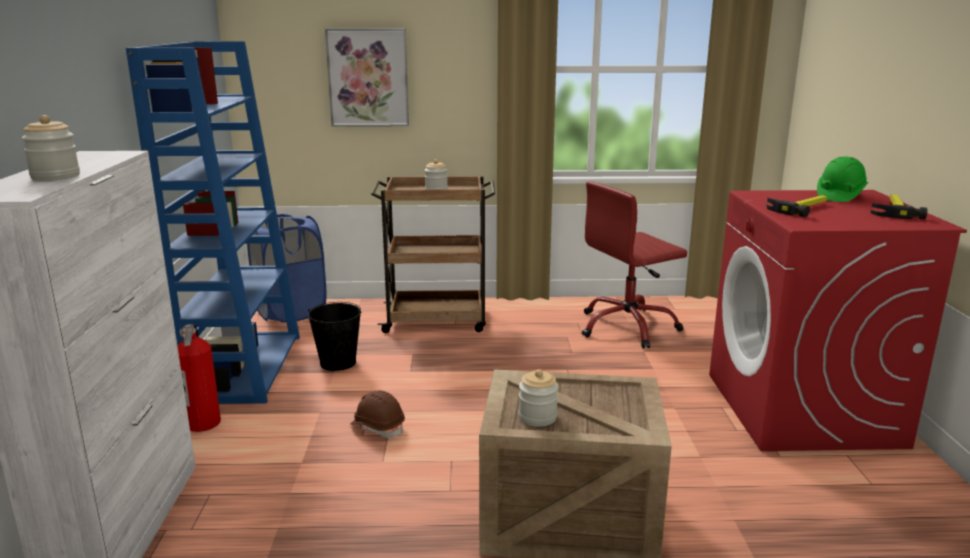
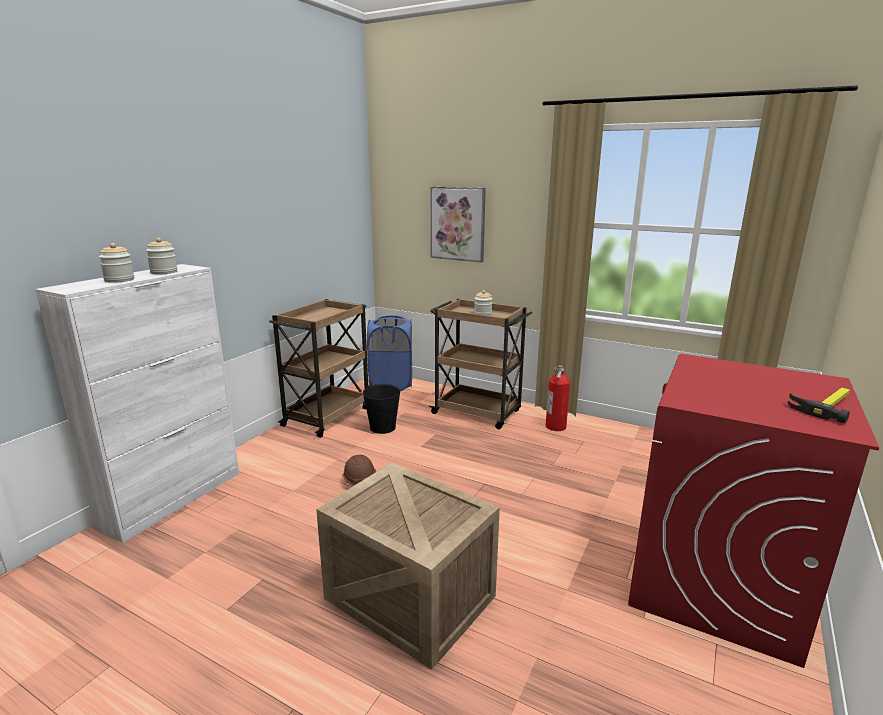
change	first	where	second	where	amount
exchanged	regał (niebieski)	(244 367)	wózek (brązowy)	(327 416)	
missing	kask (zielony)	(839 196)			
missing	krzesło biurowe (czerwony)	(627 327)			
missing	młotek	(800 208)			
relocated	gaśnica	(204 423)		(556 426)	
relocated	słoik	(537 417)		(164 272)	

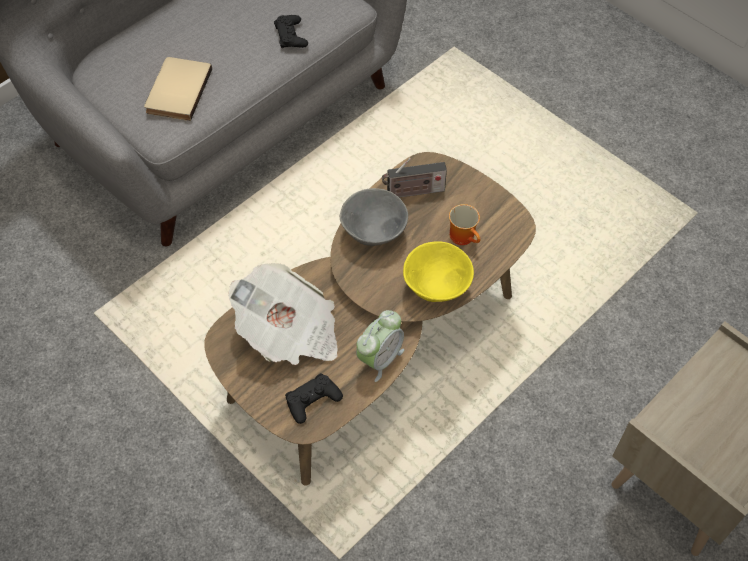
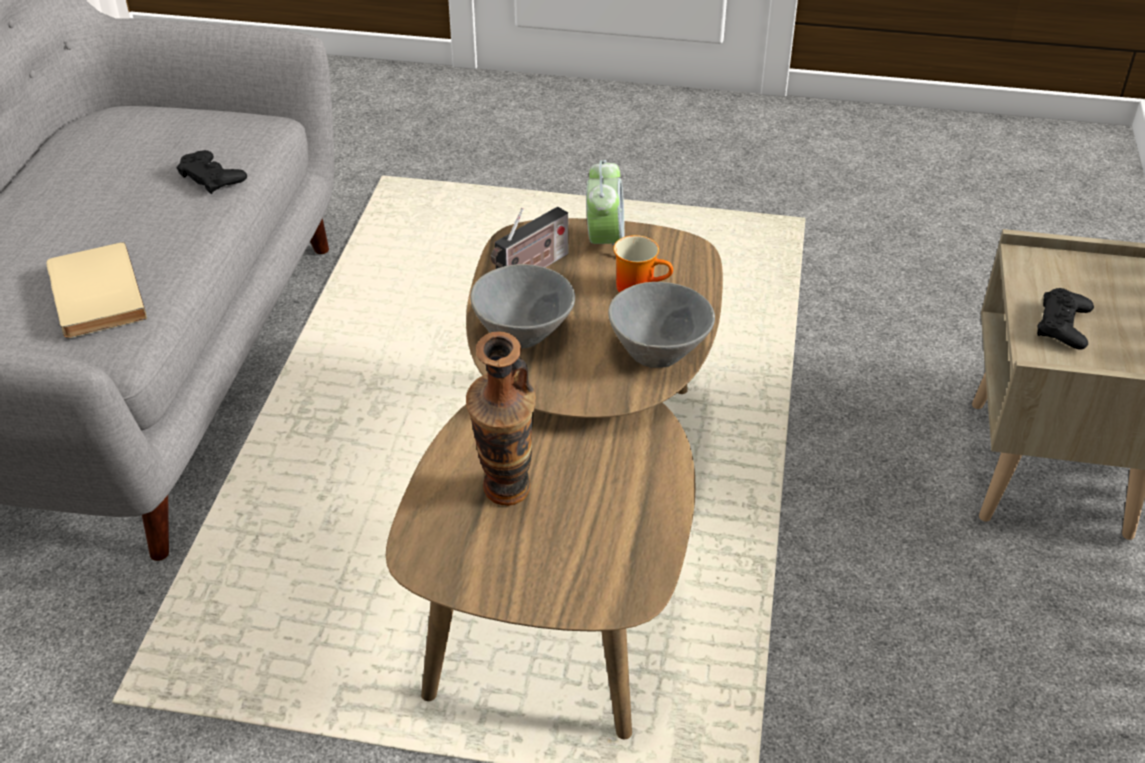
change	first	where	second	where	amount
colour	miska (żółty)	(437 289)	miska (szary)	(661 352)	
exchanged	gazeta	(289 332)	wazon	(506 502)	
relocated	budzik	(380 358)		(605 243)	
relocated	pad do gier (czarny)	(313 400)		(1063 325)	

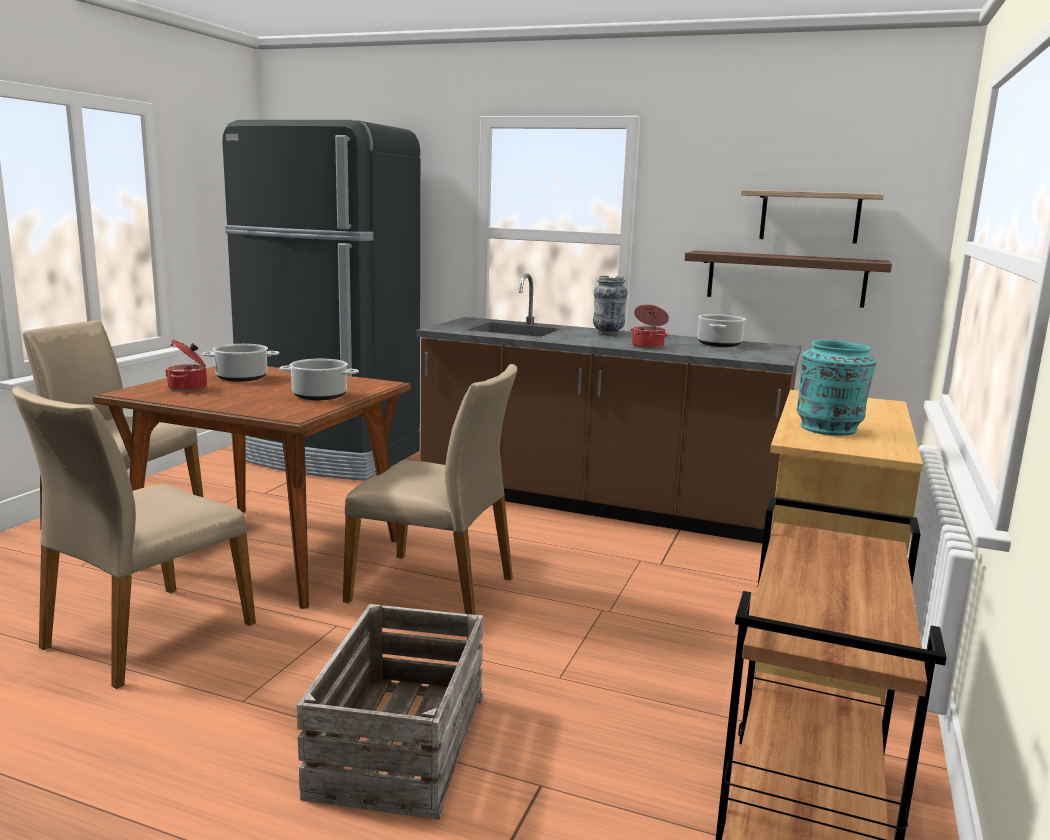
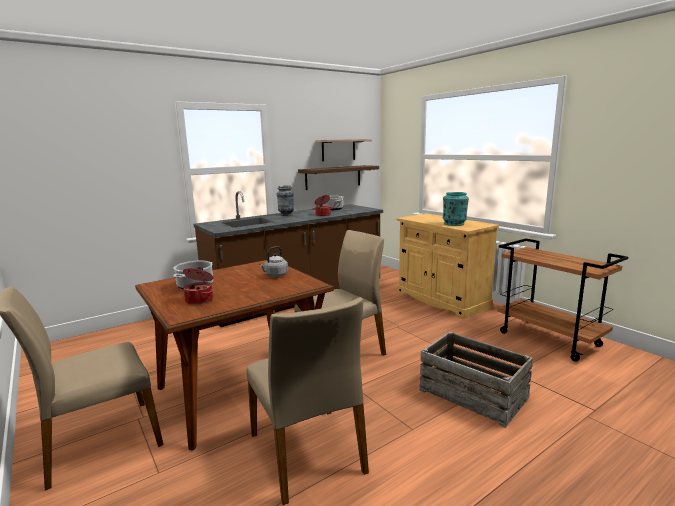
change	first	where	second	where	amount
missing	lodówka (czarny)	(330 457)			
exchanged	garnek	(319 396)	czajnik (szary)	(275 275)	

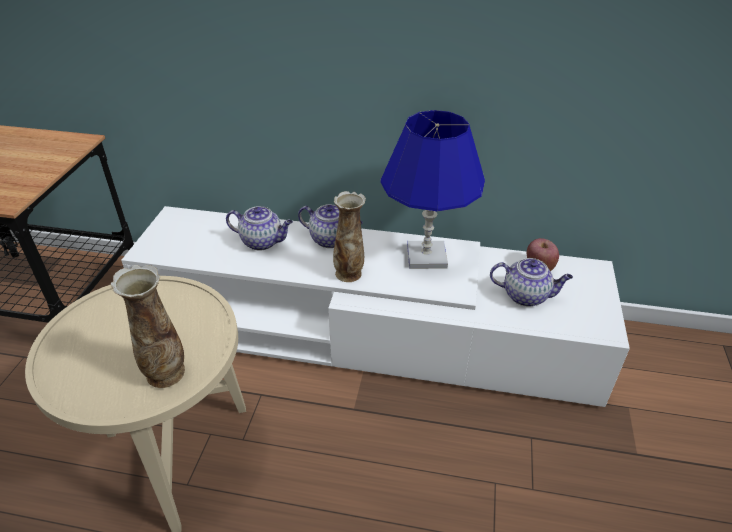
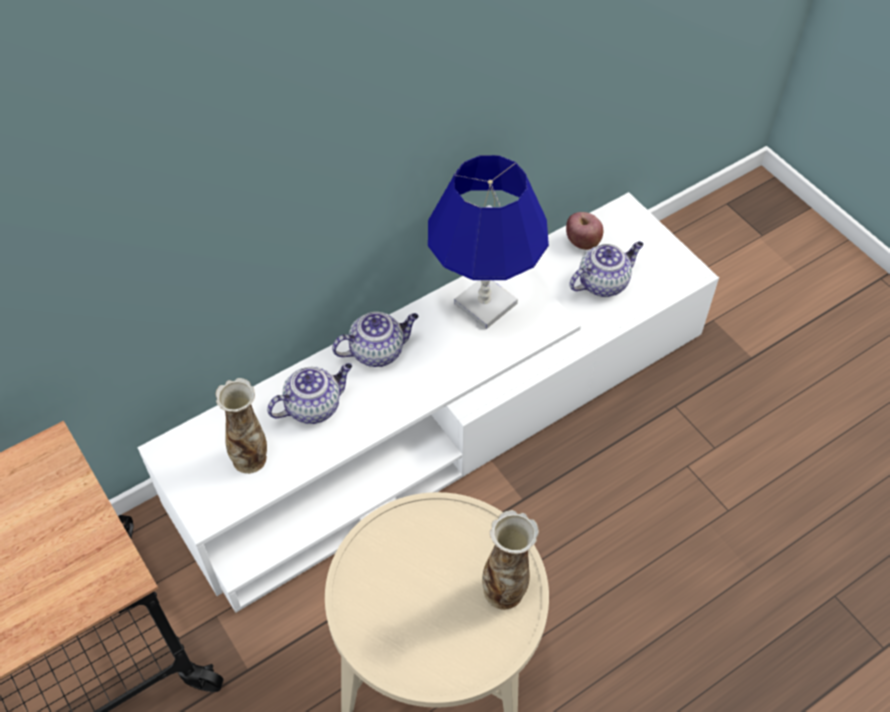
change	first	where	second	where	amount
relocated	wazon	(349 274)		(250 458)	

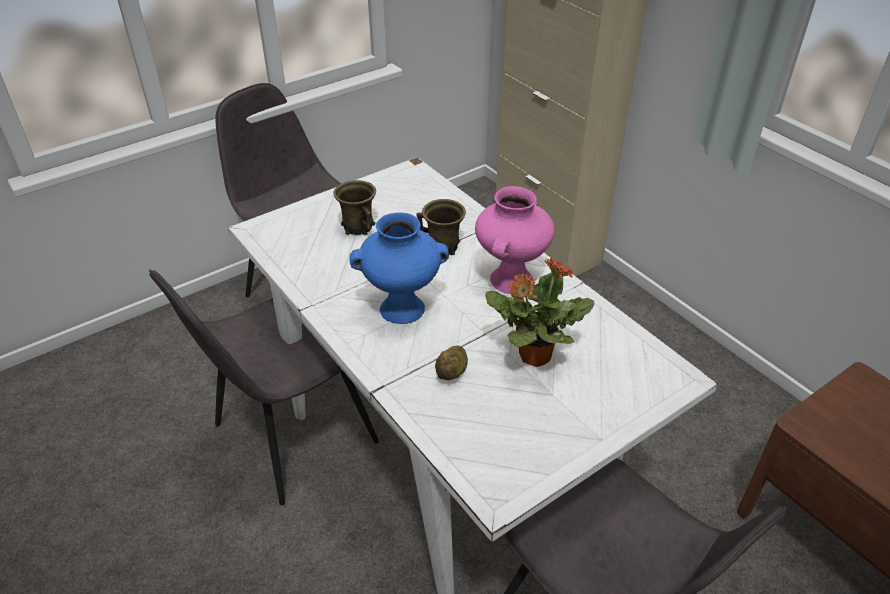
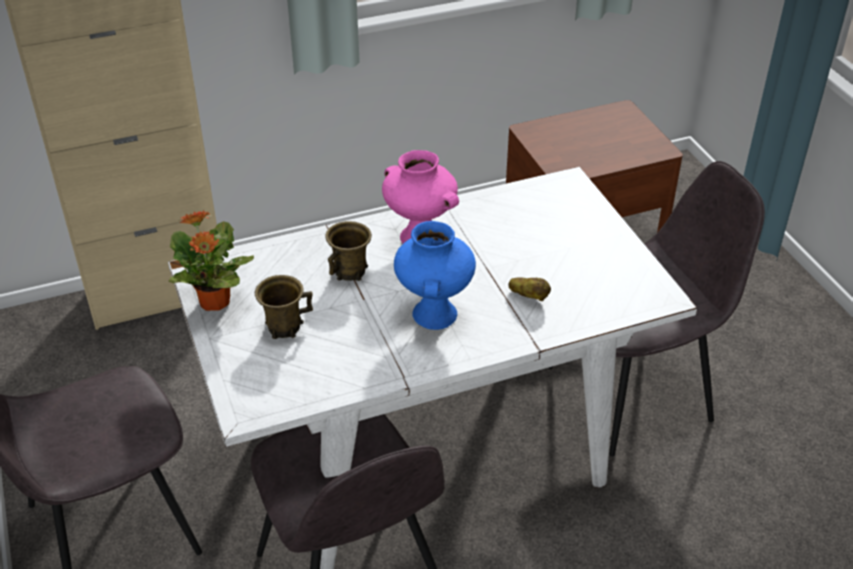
change	first	where	second	where	amount
relocated	roślina doniczkowa	(533 355)		(215 302)	

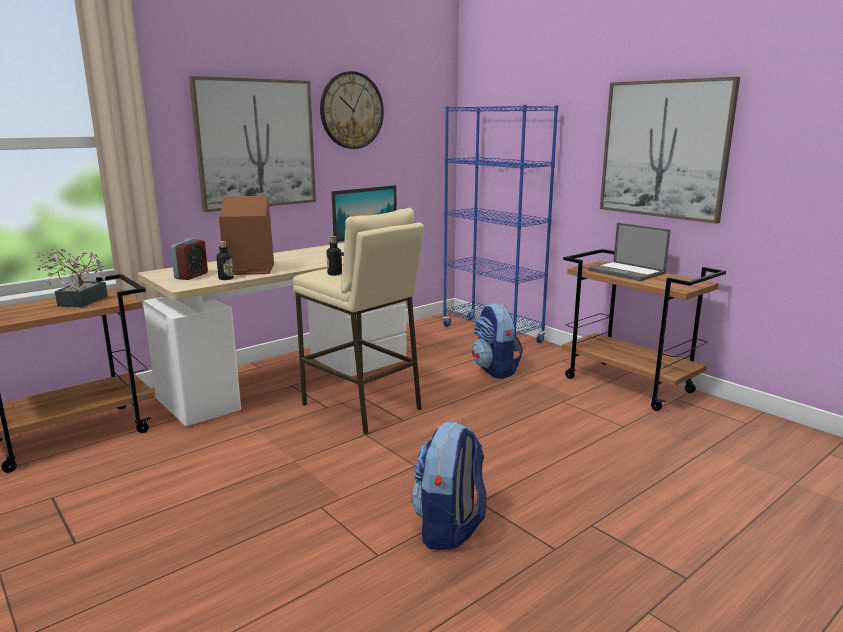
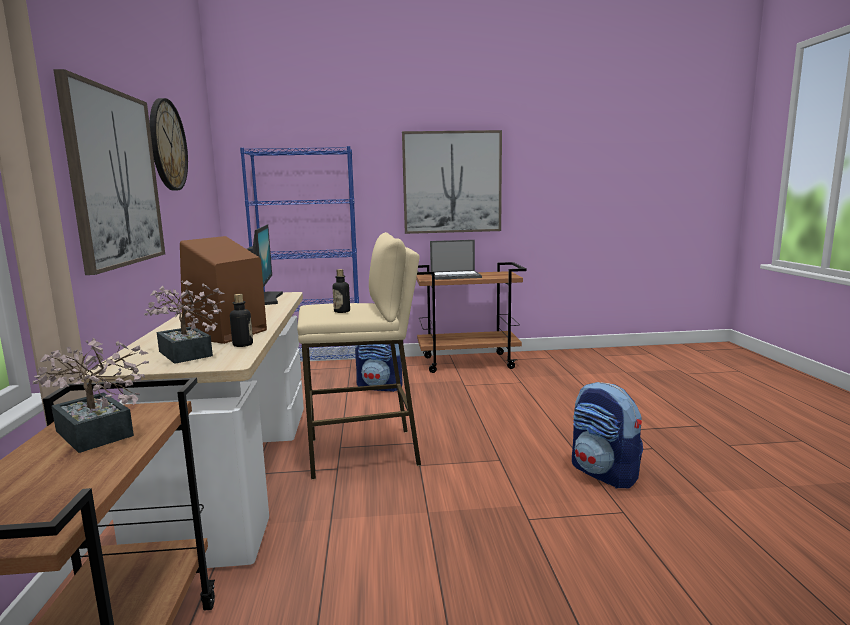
change	first	where	second	where	amount
exchanged	budzik	(191 276)	roślina doniczkowa	(186 355)	

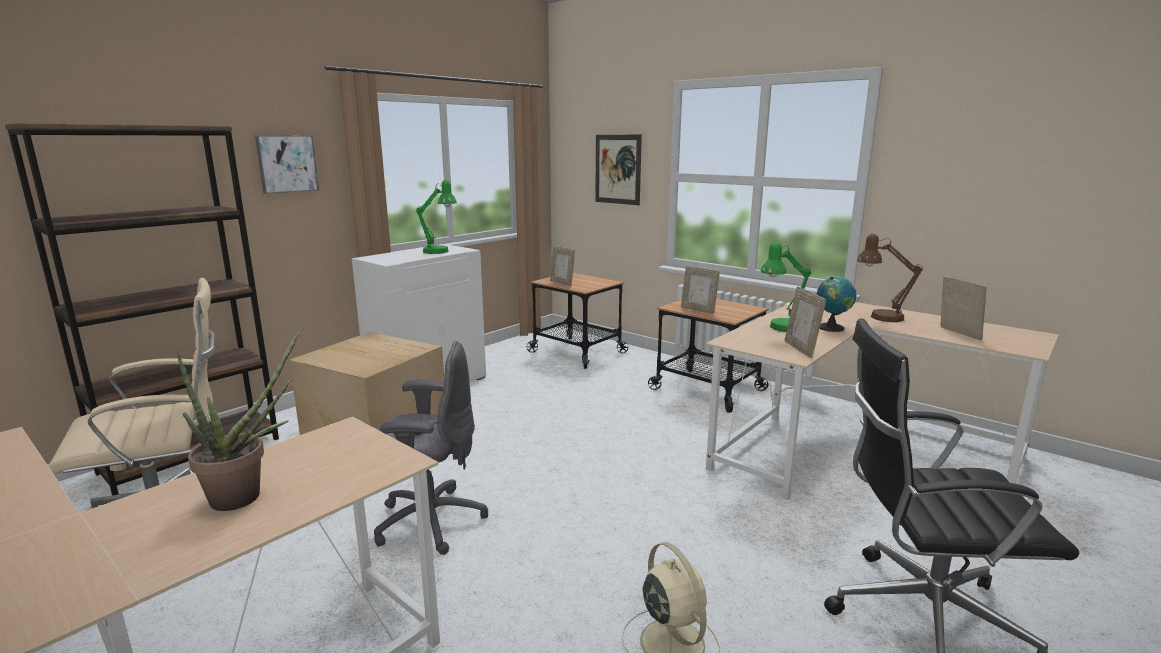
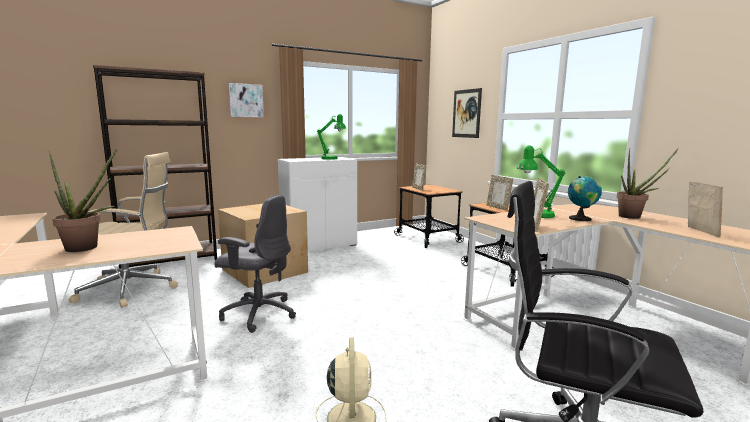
change	first	where	second	where	amount
exchanged	lampa stołowa (brązowy)	(879 317)	roślina doniczkowa	(634 217)	

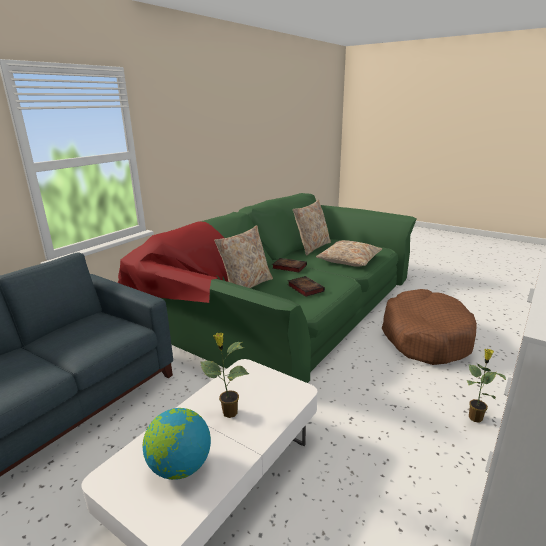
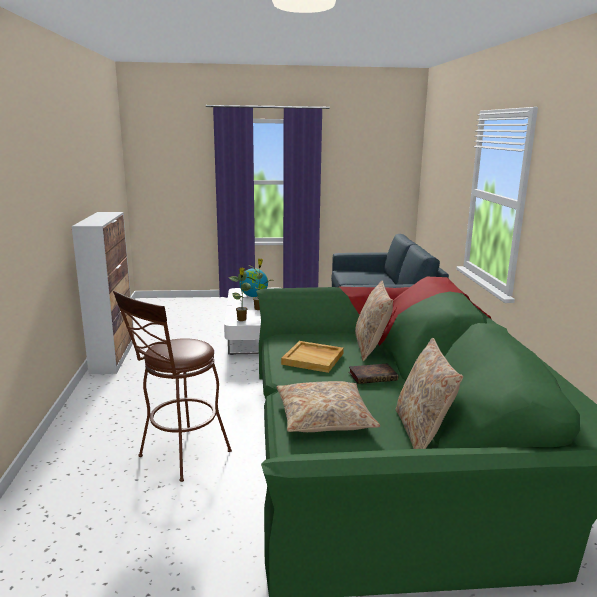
change	first	where	second	where	amount
exchanged	książka	(304 288)	taca (beżowy)	(313 358)	
exchanged	legowisko (brązowy)	(425 337)	stołek (brązowy)	(179 457)	
relocated	roślina doniczkowa	(475 417)		(242 320)	

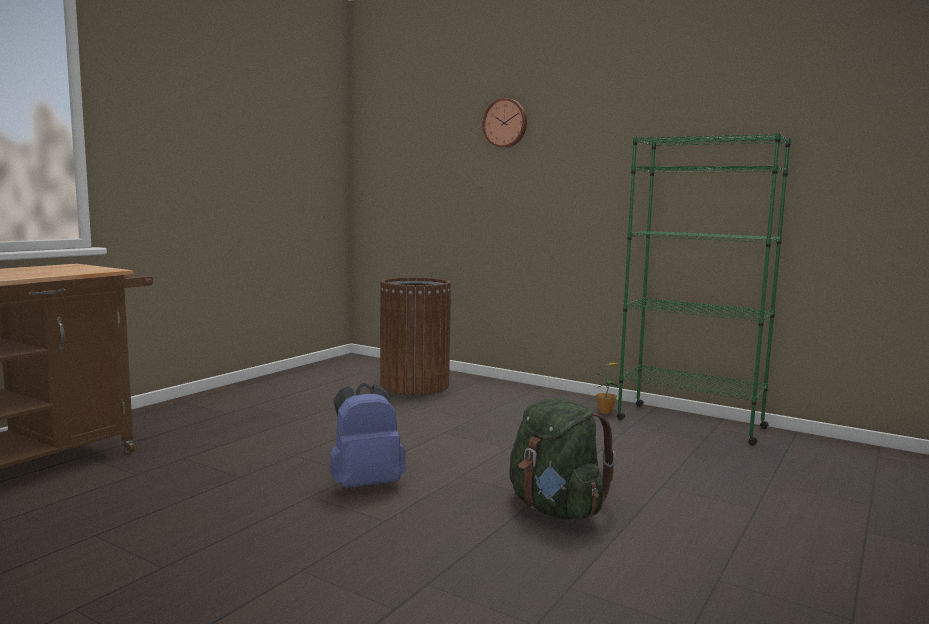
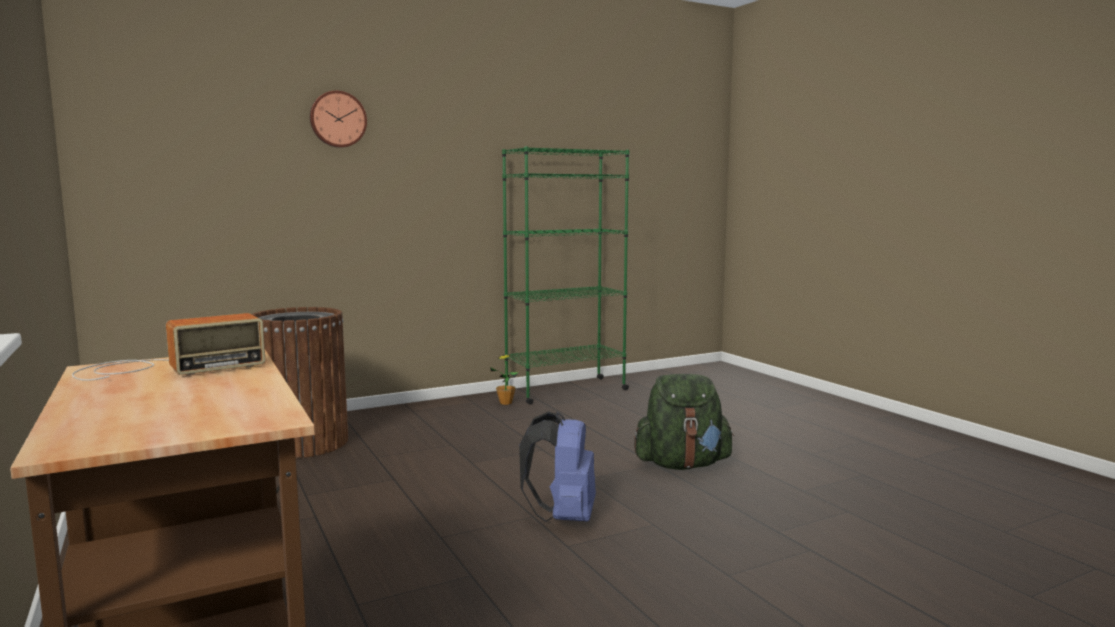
change	first	where	second	where	amount
appeared			radio	(165 368)	

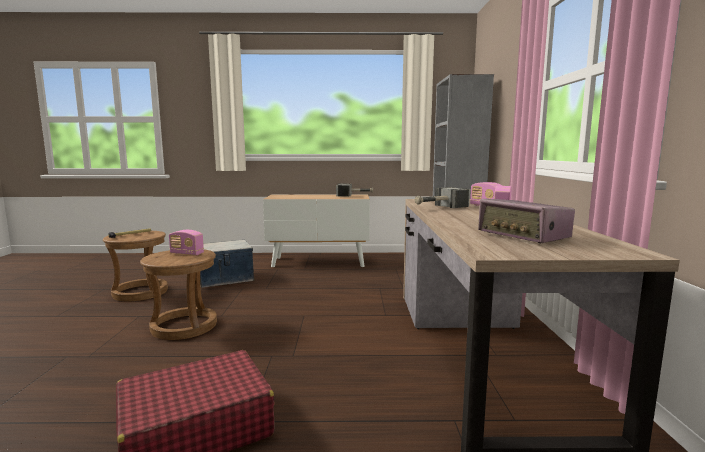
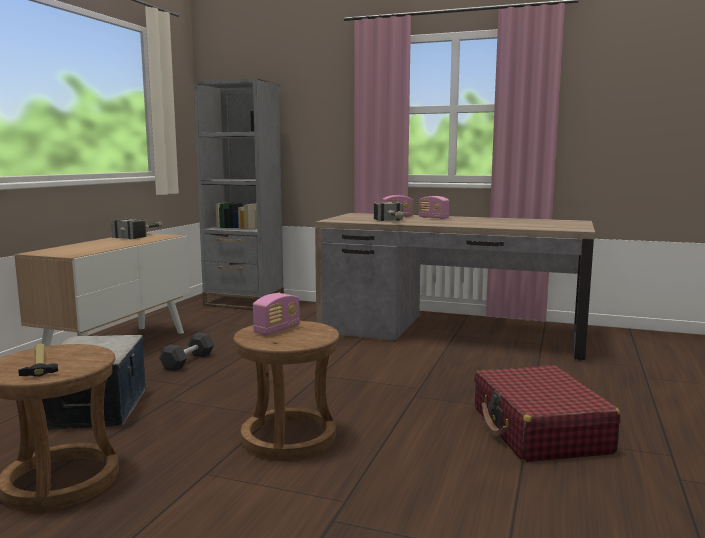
change	first	where	second	where	amount
missing	radio	(523 236)			
appeared			hantel (czarny)	(188 361)	

